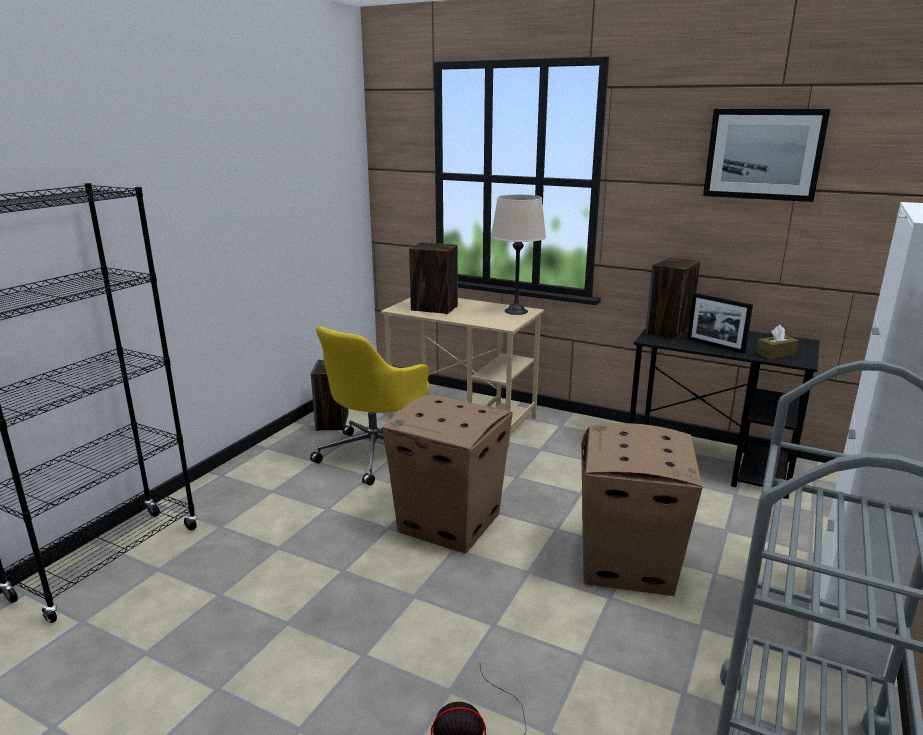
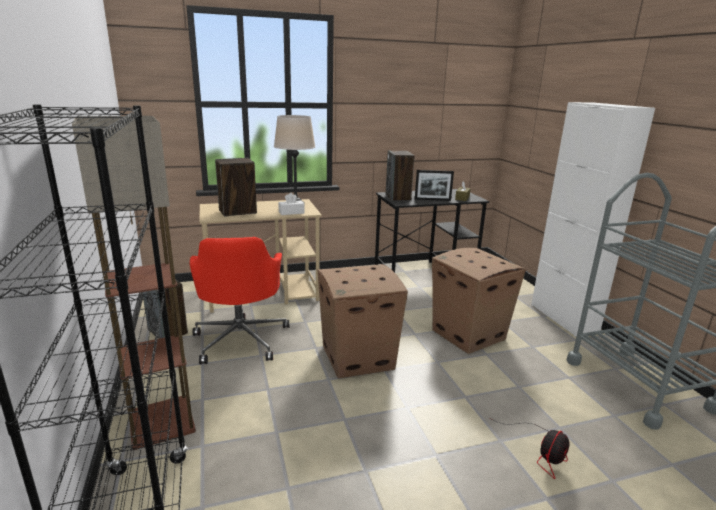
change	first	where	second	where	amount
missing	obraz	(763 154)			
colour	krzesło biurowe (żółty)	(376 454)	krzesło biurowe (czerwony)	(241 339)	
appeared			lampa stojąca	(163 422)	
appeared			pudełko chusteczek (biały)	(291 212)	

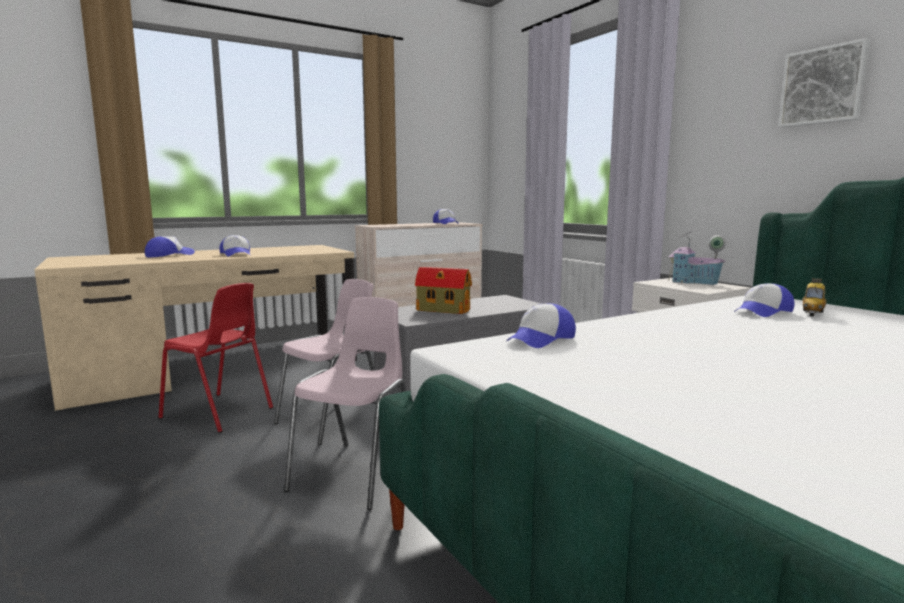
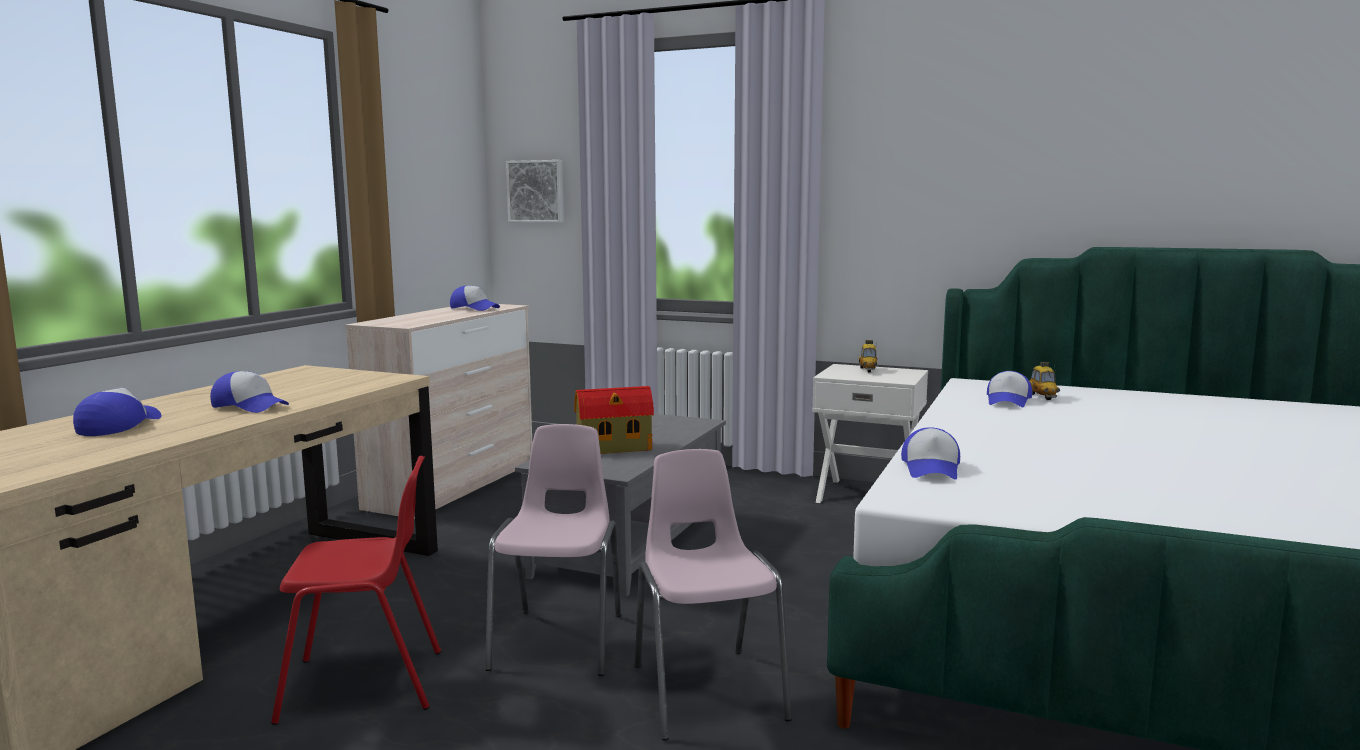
change	first	where	second	where	amount
relocated	obraz	(823 86)		(536 191)	
exchanged	domek	(693 282)	samochodzik	(868 370)	

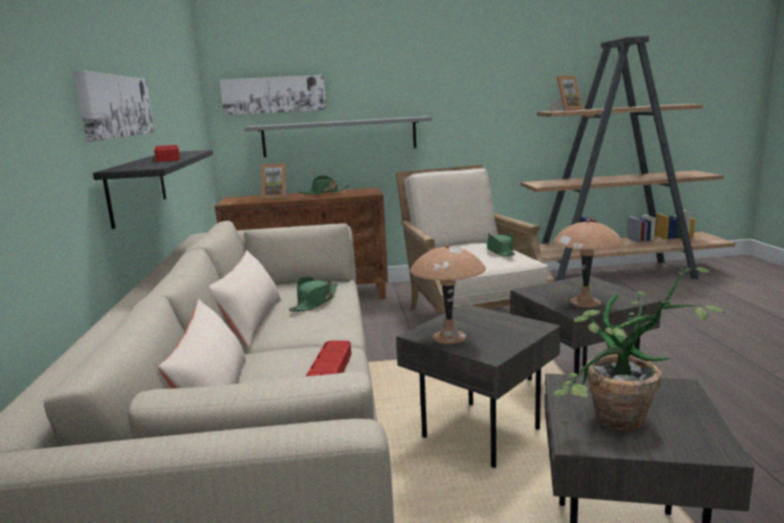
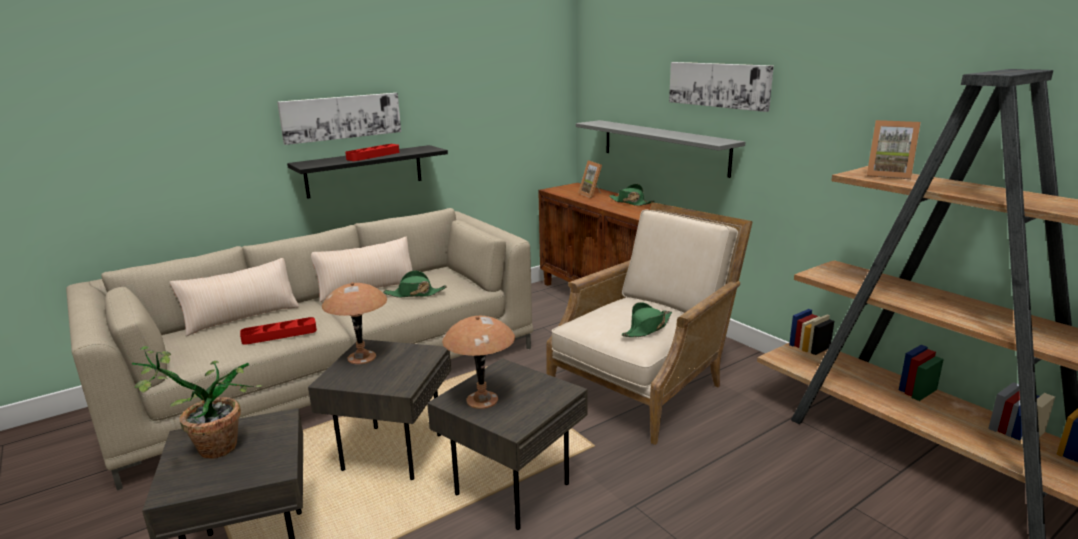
change	first	where	second	where	amount
relocated	obraz	(274 95)		(719 85)	

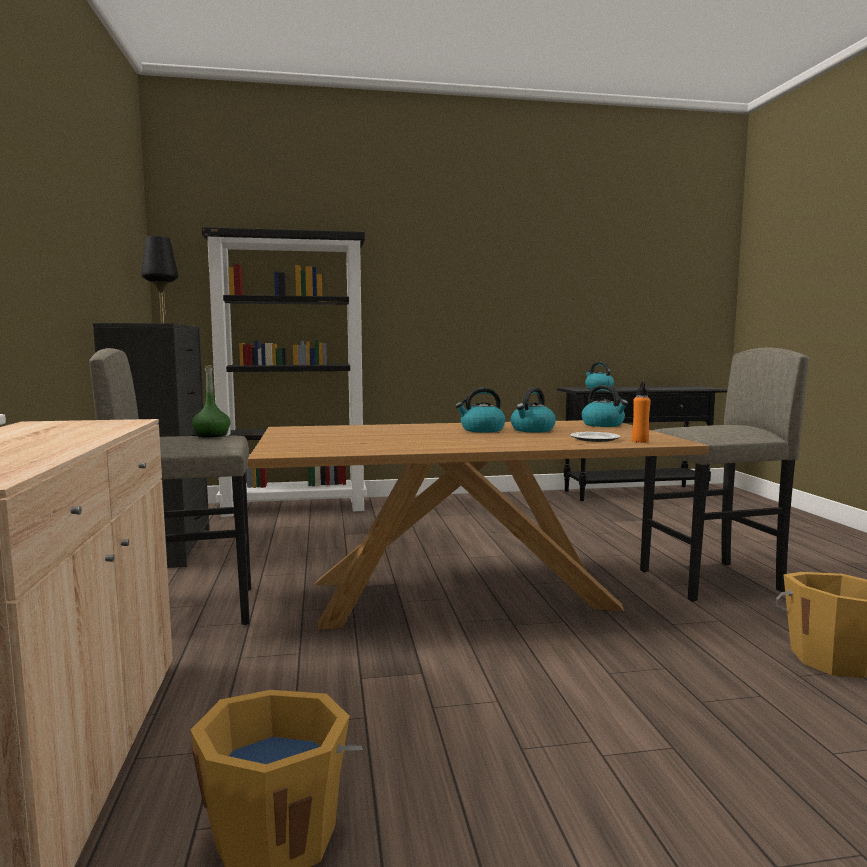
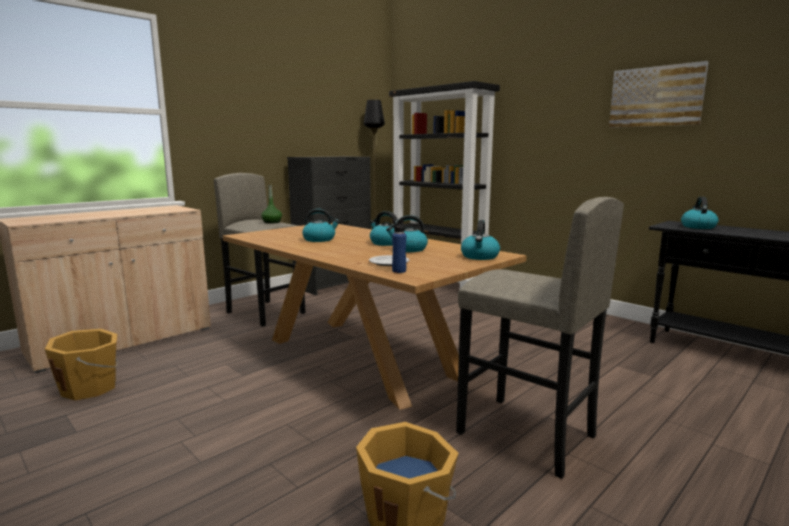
change	first	where	second	where	amount
colour	butelka (pomarańczowy)	(640 441)	butelka (niebieski)	(399 271)	
appeared			obraz	(656 96)	
appeared			czajnik	(319 239)	

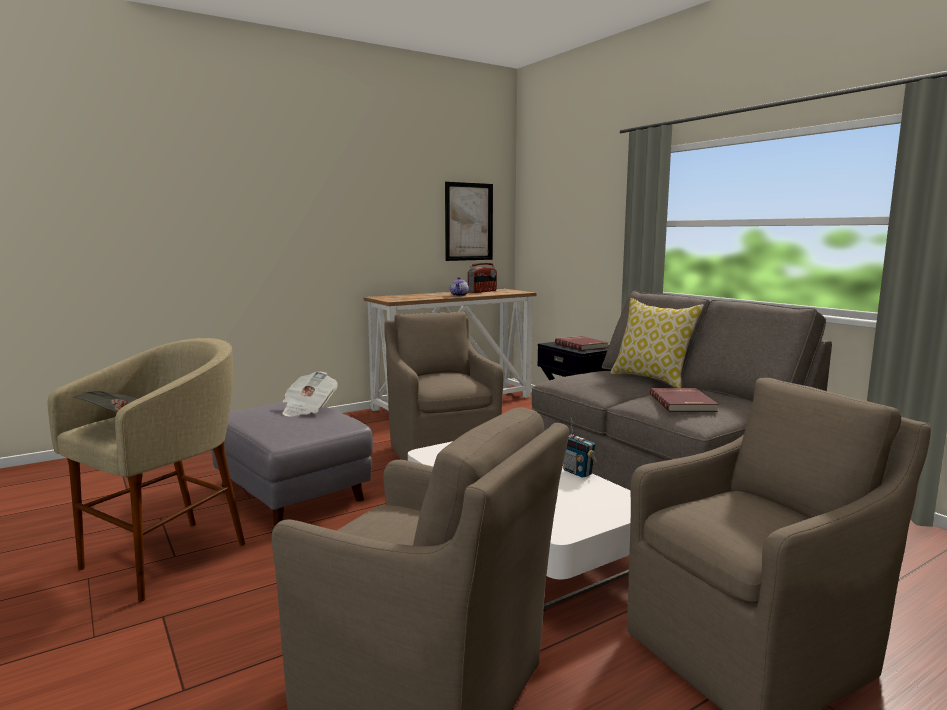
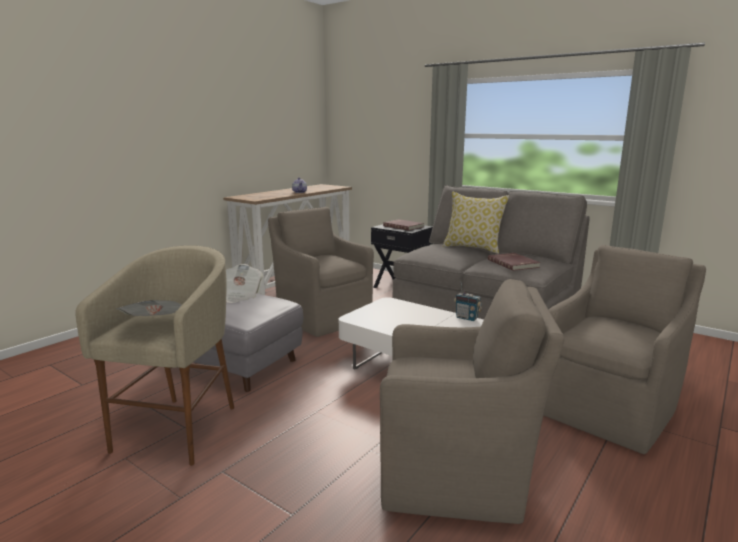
change	first	where	second	where	amount
missing	obraz	(469 221)			
missing	radio	(482 291)			

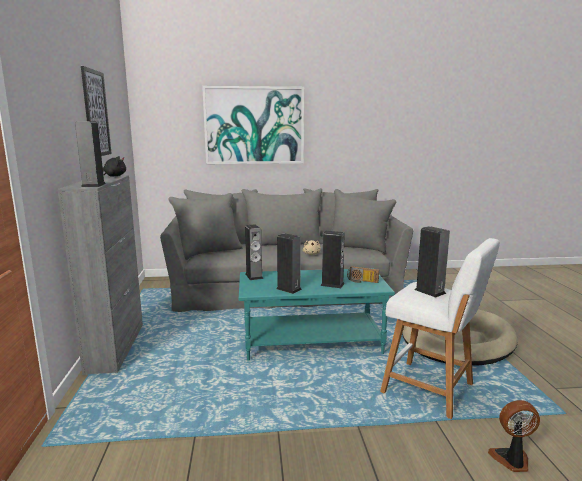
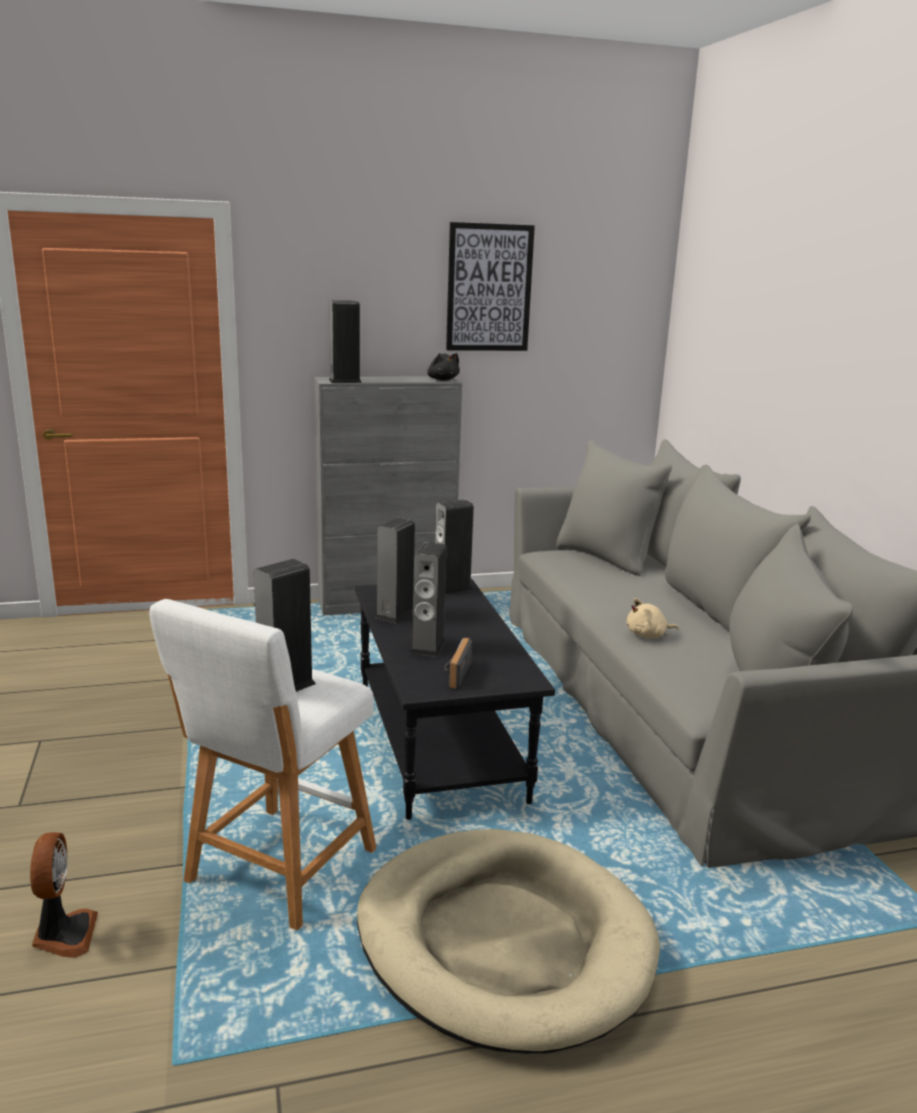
change	first	where	second	where	amount
missing	obraz	(254 125)			
colour	ława (turkusowy)	(312 341)	ława (czarny)	(441 742)	

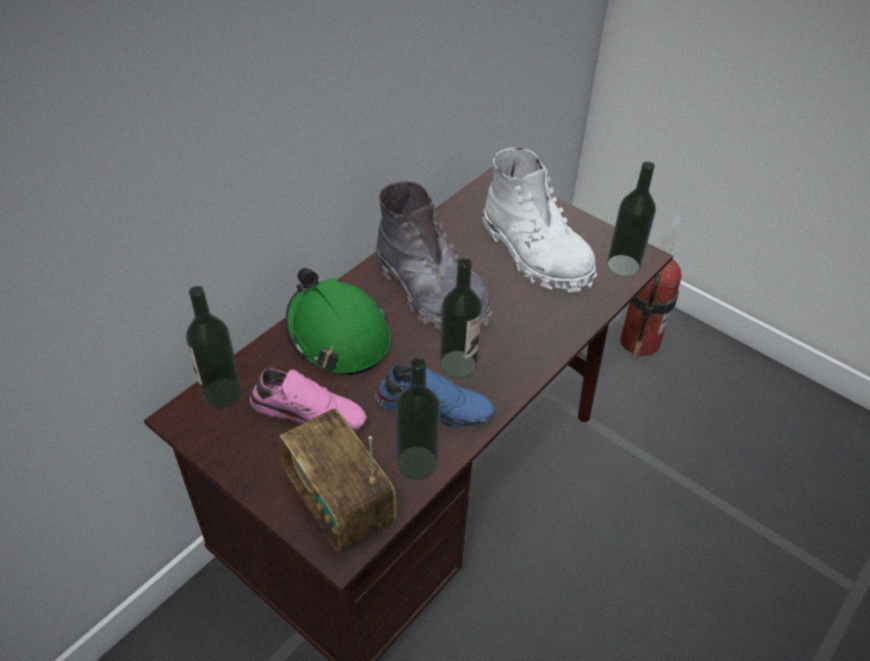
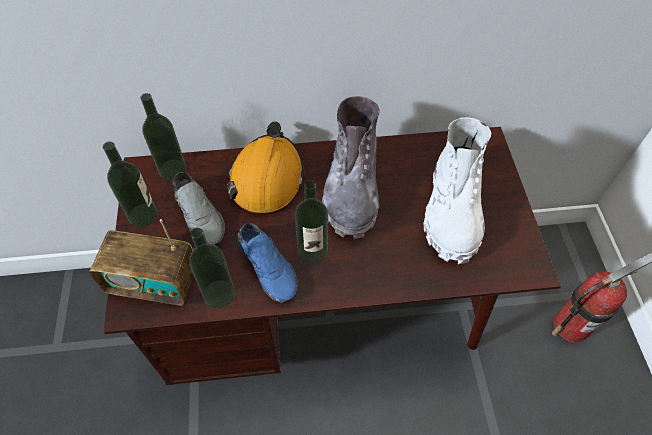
change	first	where	second	where	amount
relocated	butelka	(623 265)		(143 215)	
colour	kask (zielony)	(337 334)	kask (pomarańczowy)	(267 178)	
colour	but (różowy)	(310 412)	but (szary)	(201 215)	
spun	radio	(340 504)		(155 283)	90 degrees counterclockwise

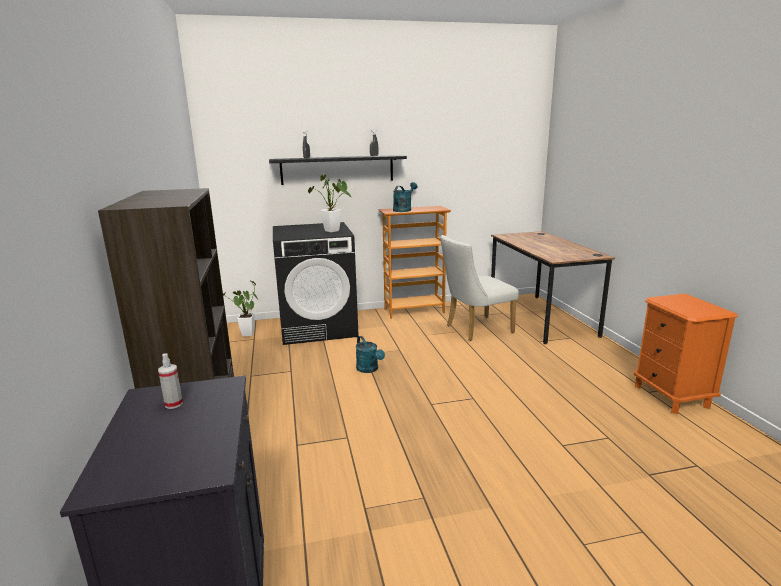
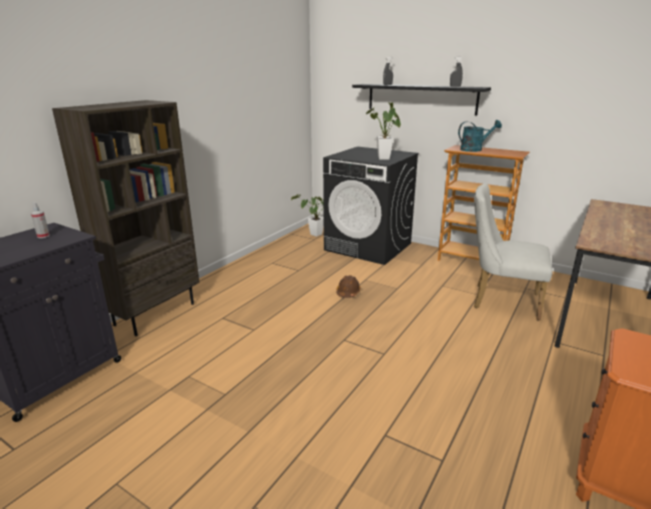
change	first	where	second	where	amount
exchanged	konewka (turkusowy)	(369 369)	kask (brązowy)	(348 292)	

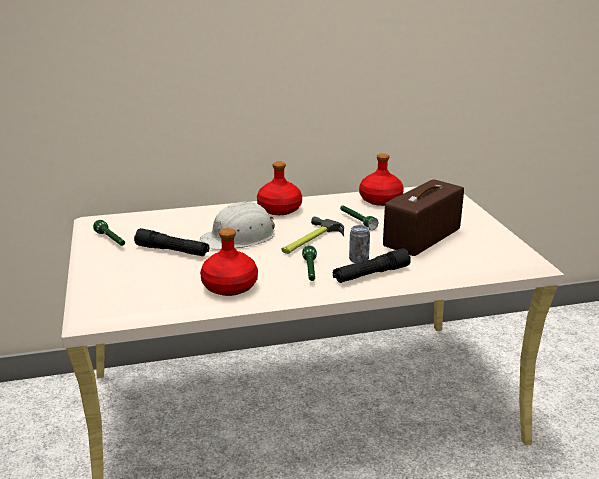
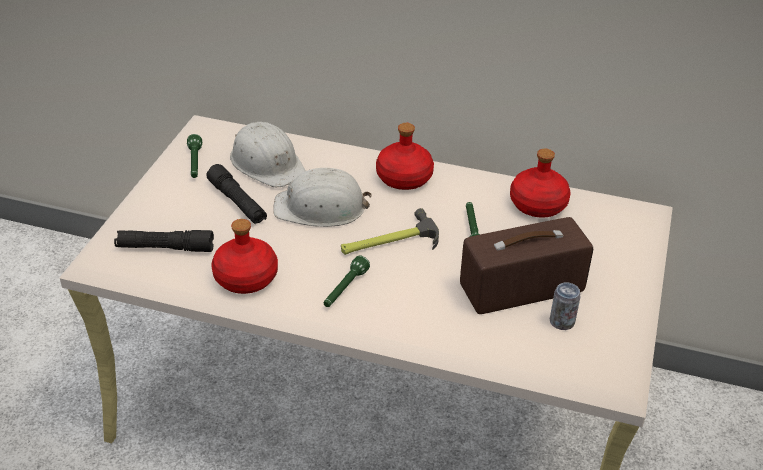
change	first	where	second	where	amount
relocated	puszka	(358 259)		(562 322)	
relocated	latarka (czarny)	(371 274)		(165 248)	
appeared			kask (biały)	(267 163)	

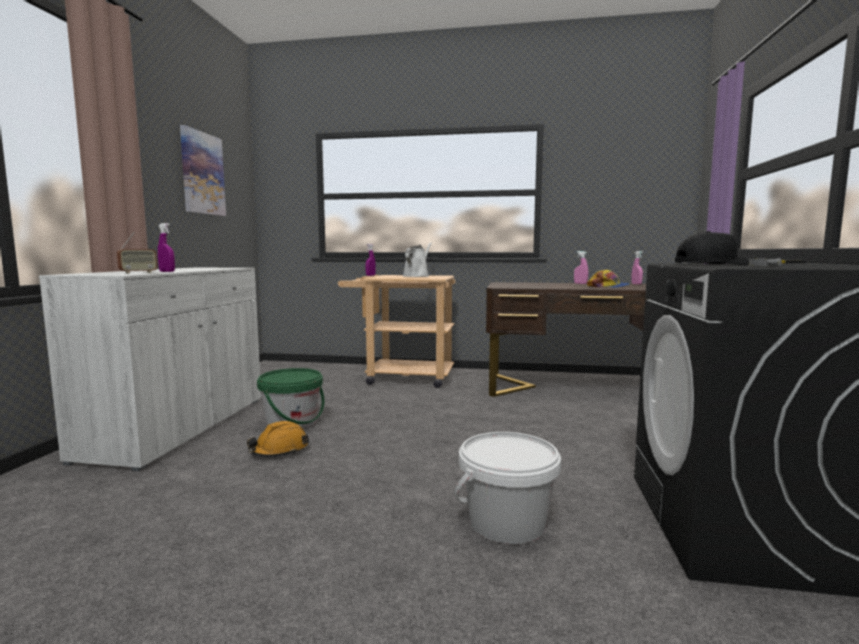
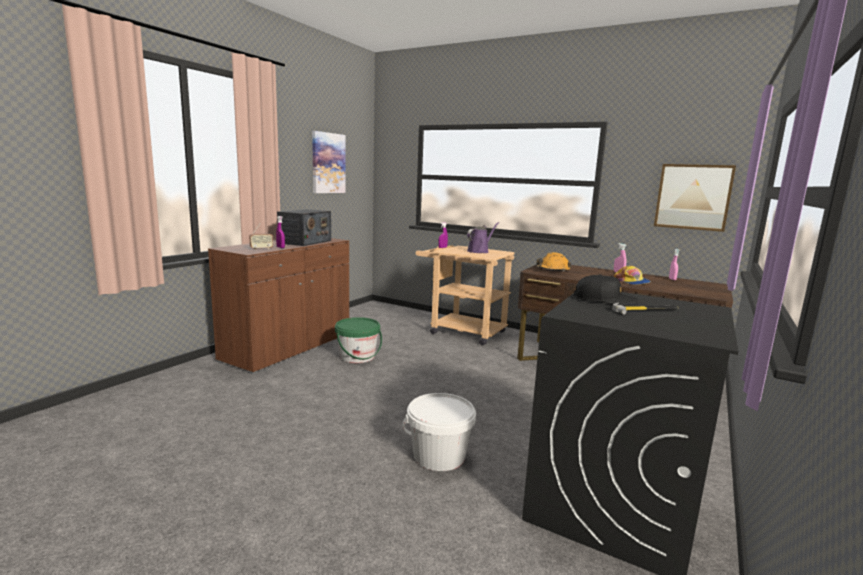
change	first	where	second	where	amount
colour	konewka (biały)	(417 276)	konewka (fioletowy)	(479 251)	
colour	szafka (biały)	(179 427)	szafka (brązowy)	(288 347)	
relocated	kask (pomarańczowy)	(279 450)		(552 270)	
appeared			obraz	(693 197)	
appeared			radio	(305 242)	

